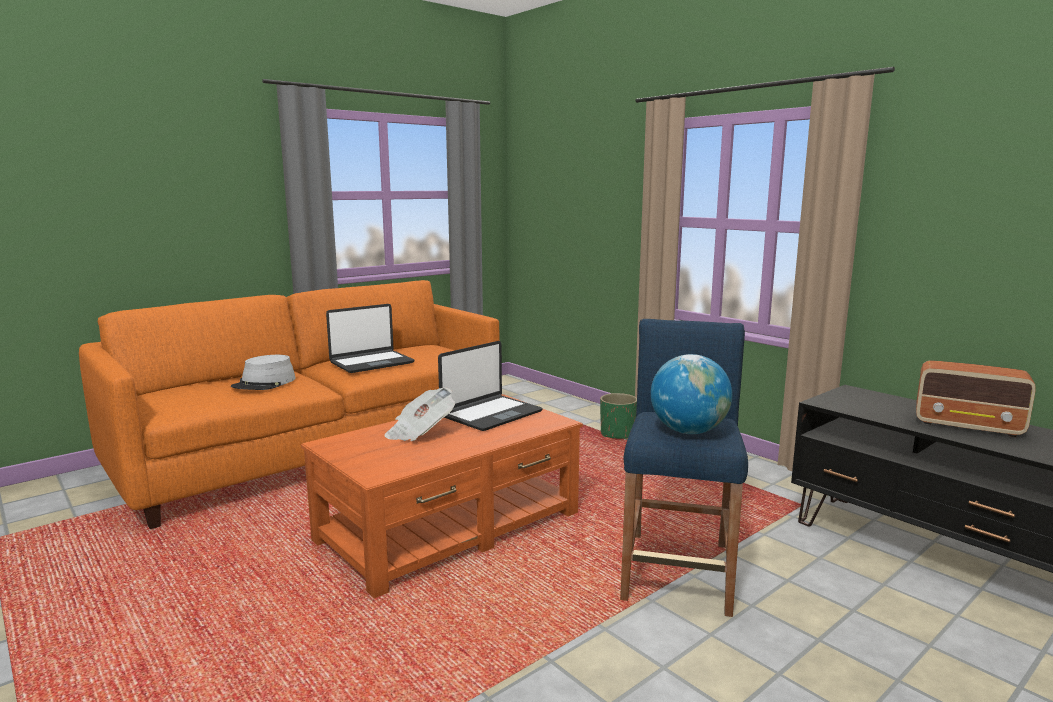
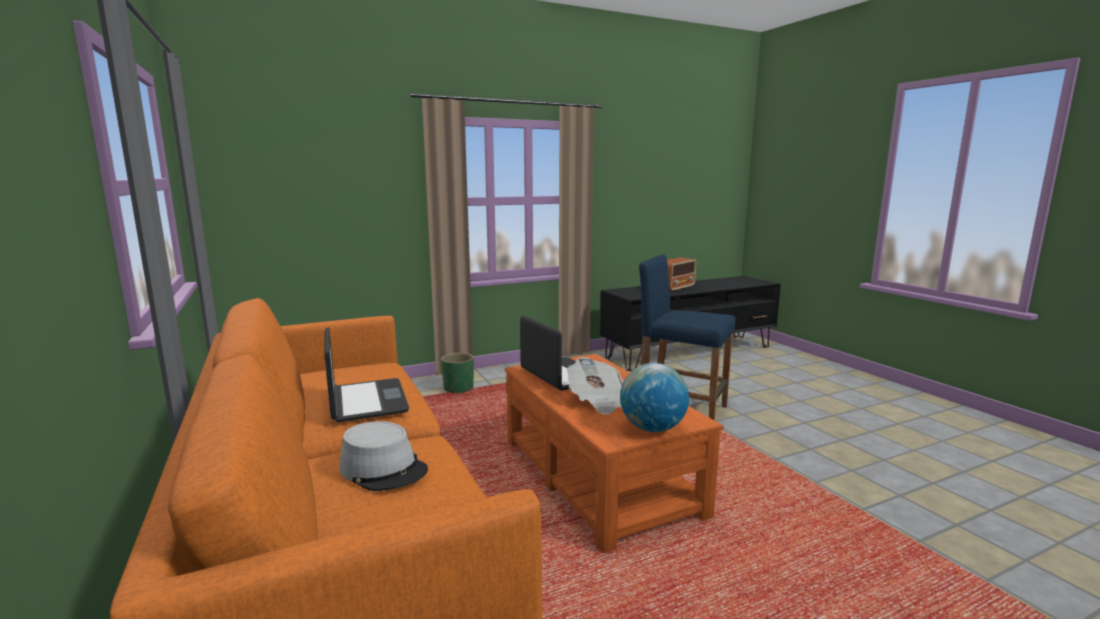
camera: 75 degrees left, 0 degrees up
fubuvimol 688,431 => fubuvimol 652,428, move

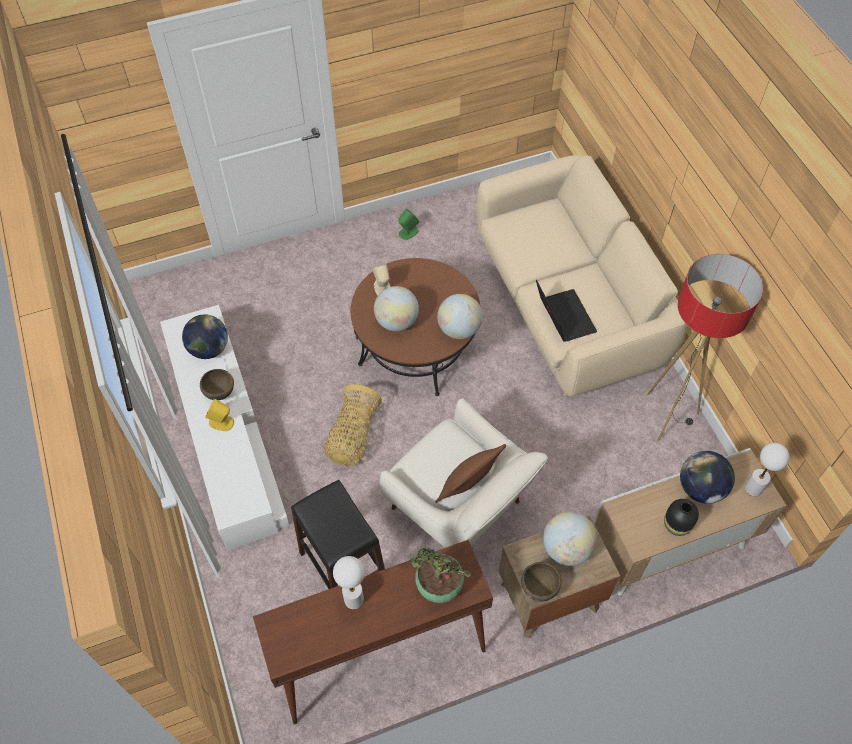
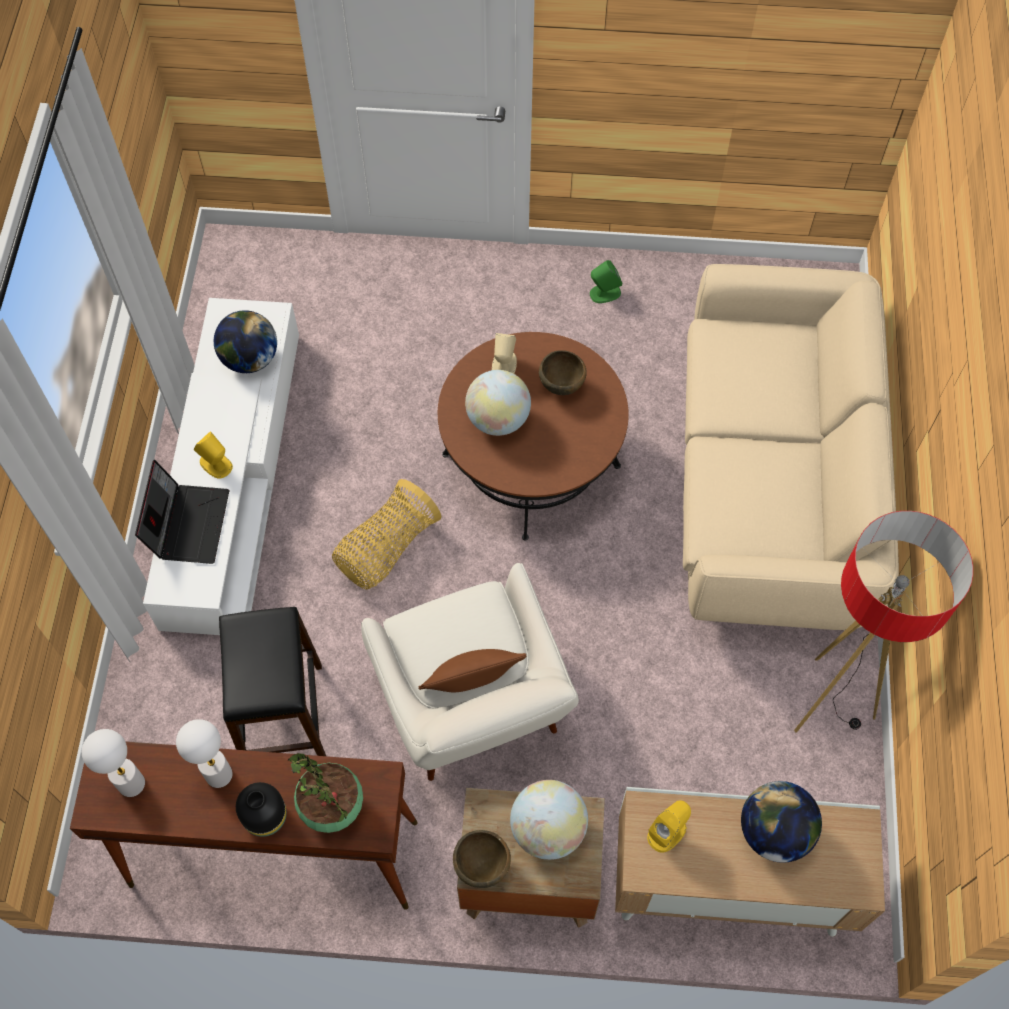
camera: 25 degrees right, 5 degrees up
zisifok 563,317 => zisifok 188,523, move
fubuvimol 459,329 => nothing
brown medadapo 220,393 => brown medadapo 562,386, move
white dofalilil 753,488 => white dofalilil 131,784, move
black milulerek 677,524 => black milulerek 267,816, move
nothing => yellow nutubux 667,832

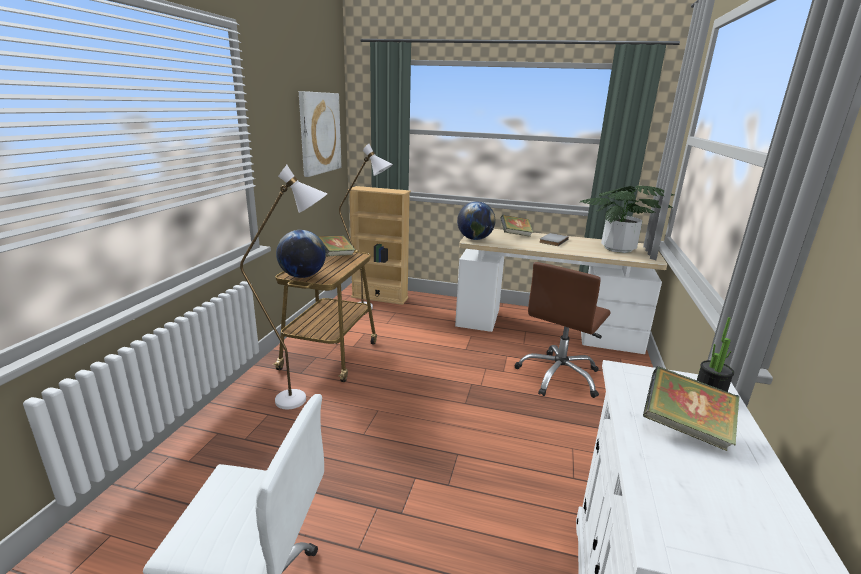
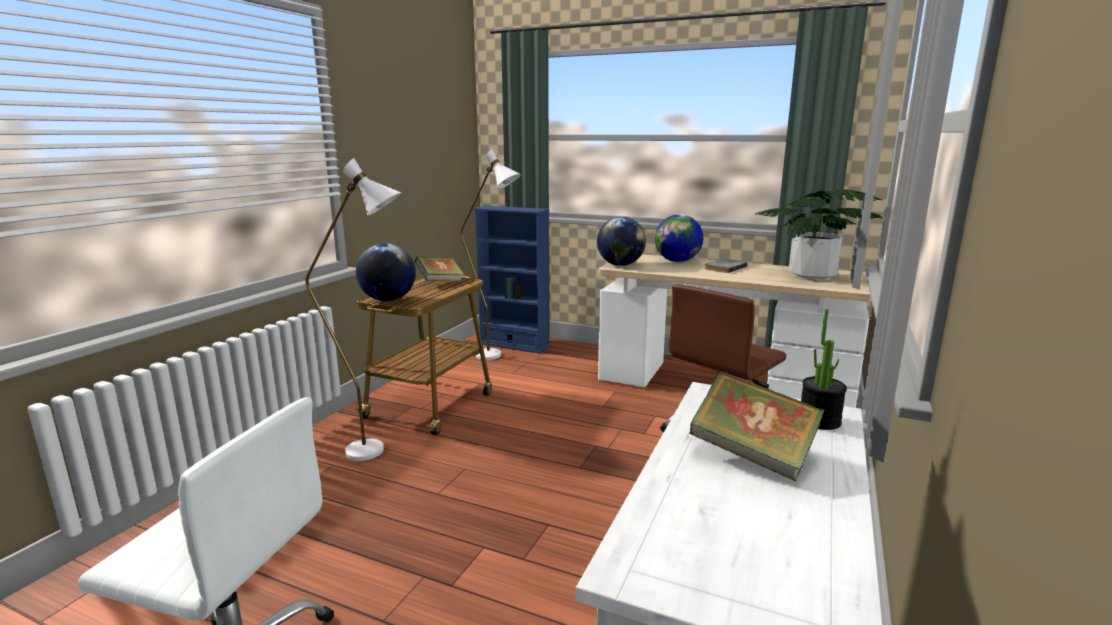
camera: 10 degrees right, 5 degrees down
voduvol 319,133 => nothing
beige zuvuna 380,297 => blue zuvuna 514,345
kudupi 515,235 => fubuvimol 677,261

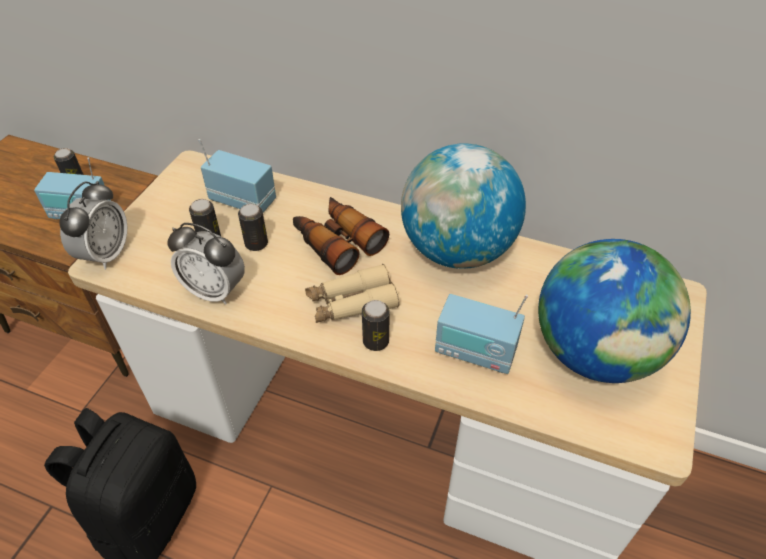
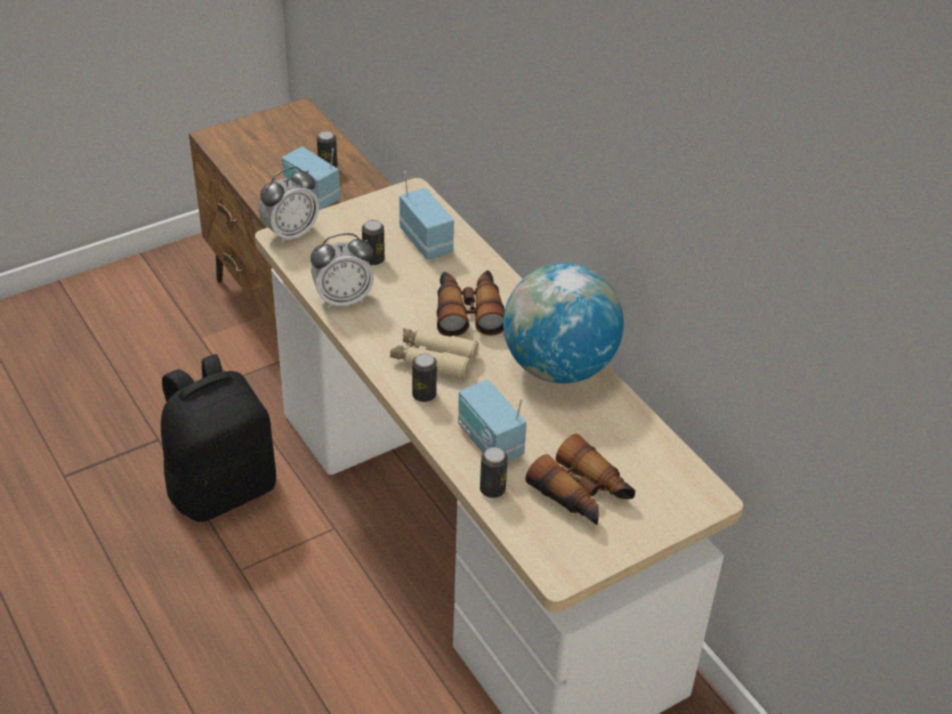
camera: 35 degrees right, 5 degrees down
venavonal 256,244 => venavonal 492,489, move
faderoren 215,291 => faderoren 343,299, 75 degrees counterclockwise
fubuvimol 594,352 => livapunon 582,494

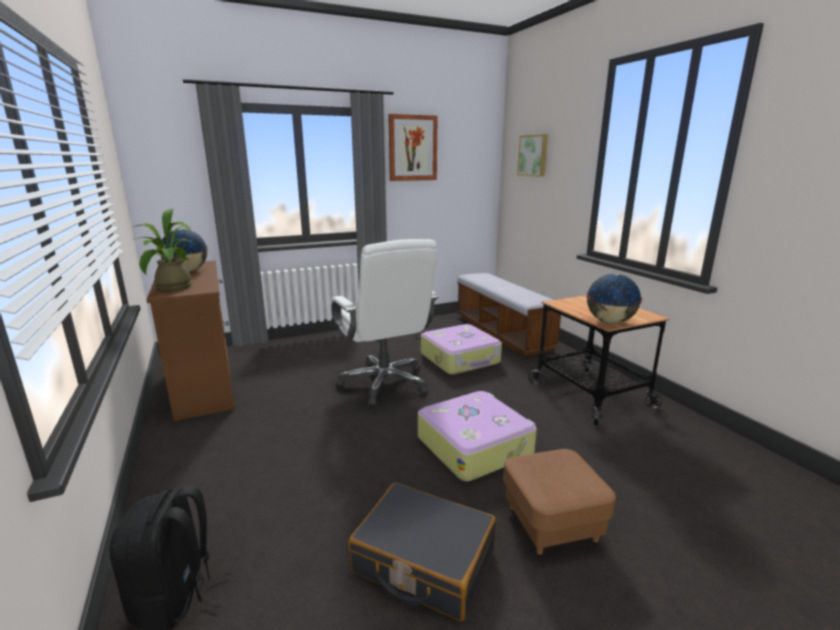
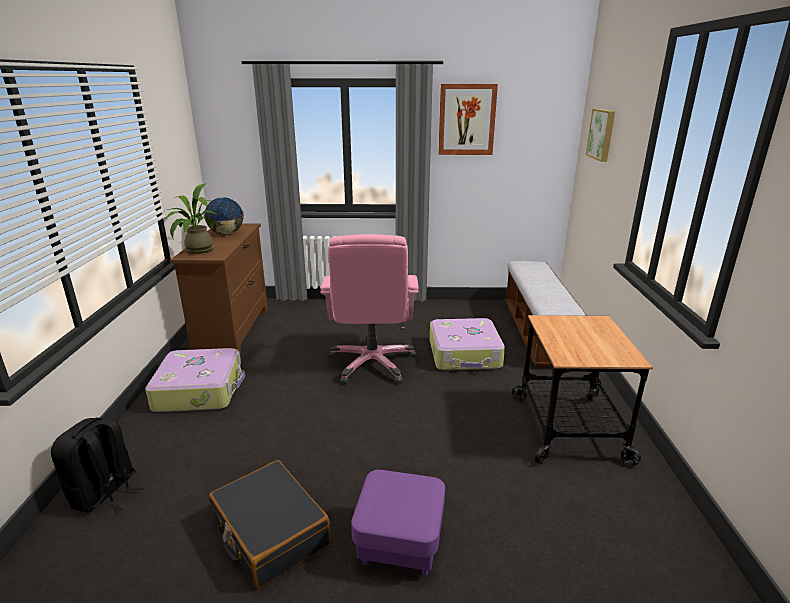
camera: 25 degrees right, 5 degrees up
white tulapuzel 385,382 => pink tulapuzel 372,363
fubuvimol 610,322 => nothing
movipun 474,445 => movipun 200,390, move
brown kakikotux 552,523 => purple kakikotux 399,543

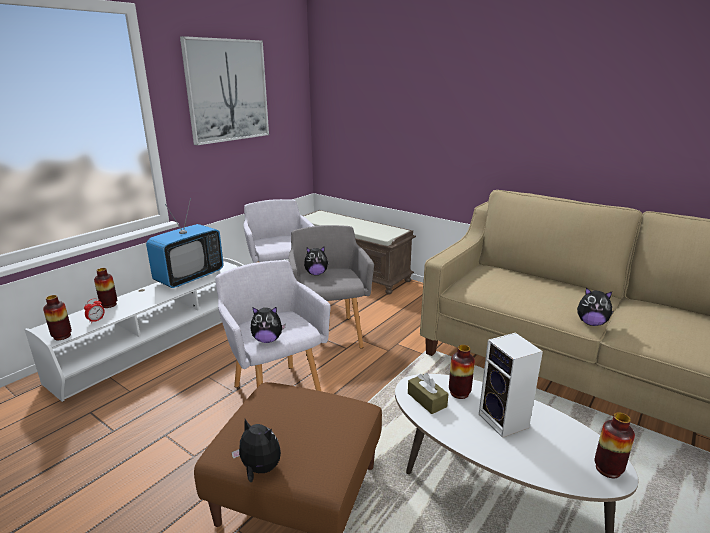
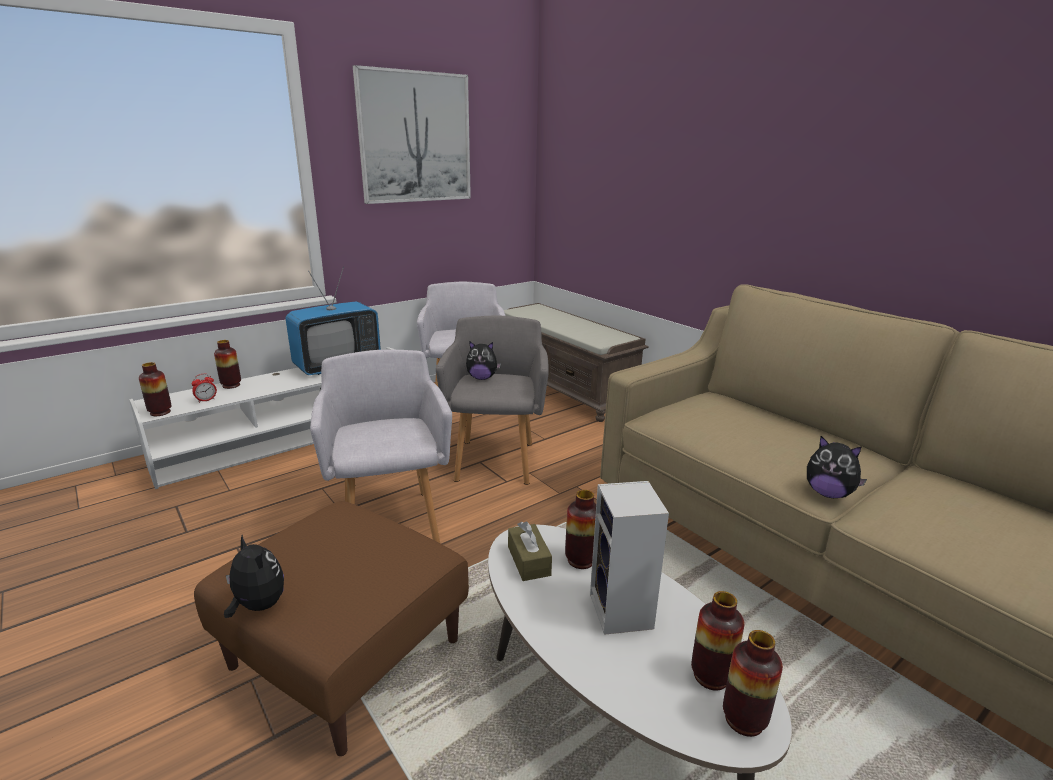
camera: 15 degrees right, 0 degrees up
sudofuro 267,340 => nothing
nothing => milulerek 711,676

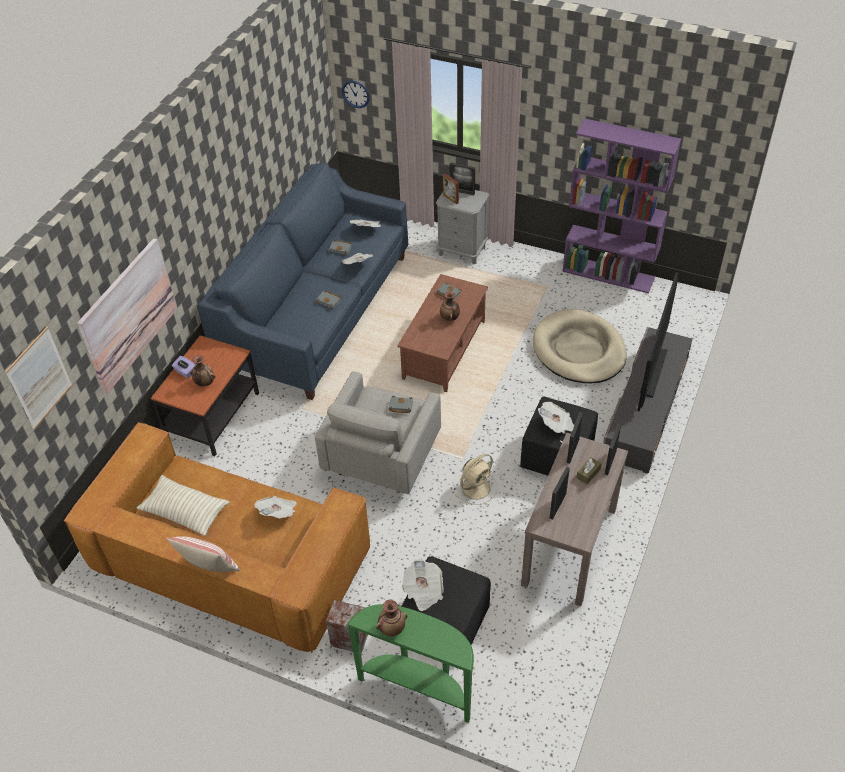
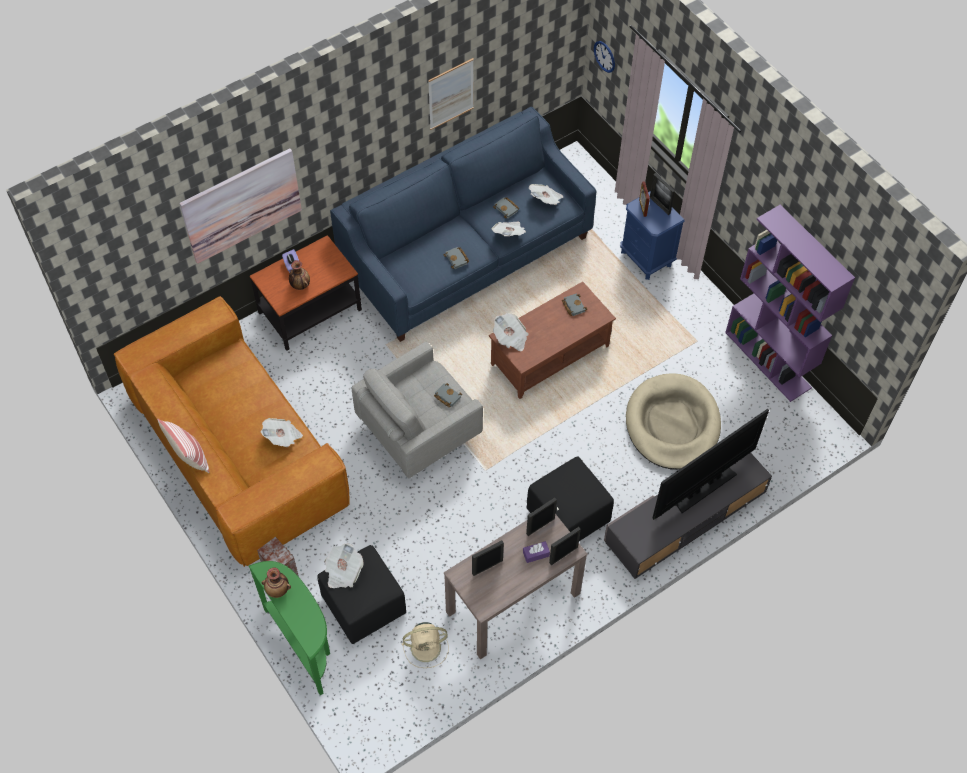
camera: 30 degrees right, 10 degrees up
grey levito 462,250 => blue levito 646,258
milulerek 450,318 => nothing
voduvol 39,378 => voduvol 451,94, move
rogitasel 556,425 => rogitasel 510,338, move
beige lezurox 477,487 => beige lezurox 427,647, move
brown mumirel 588,473 => purple mumirel 536,554
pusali 185,512 => nothing

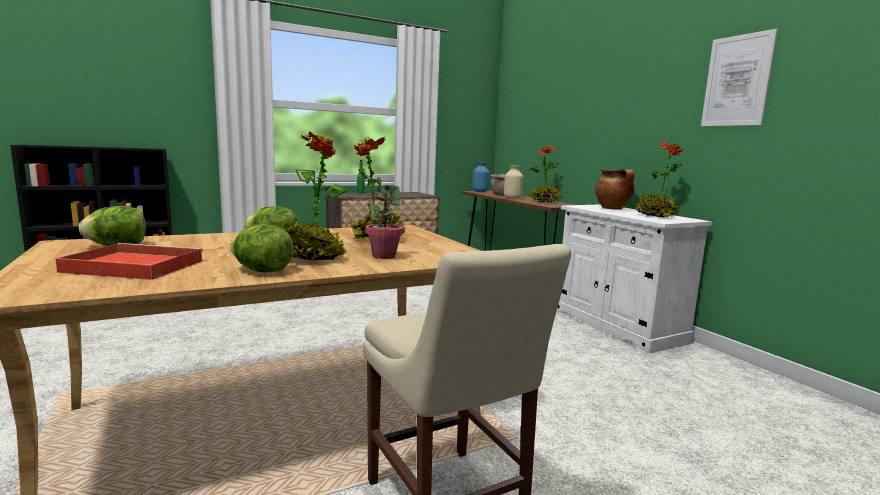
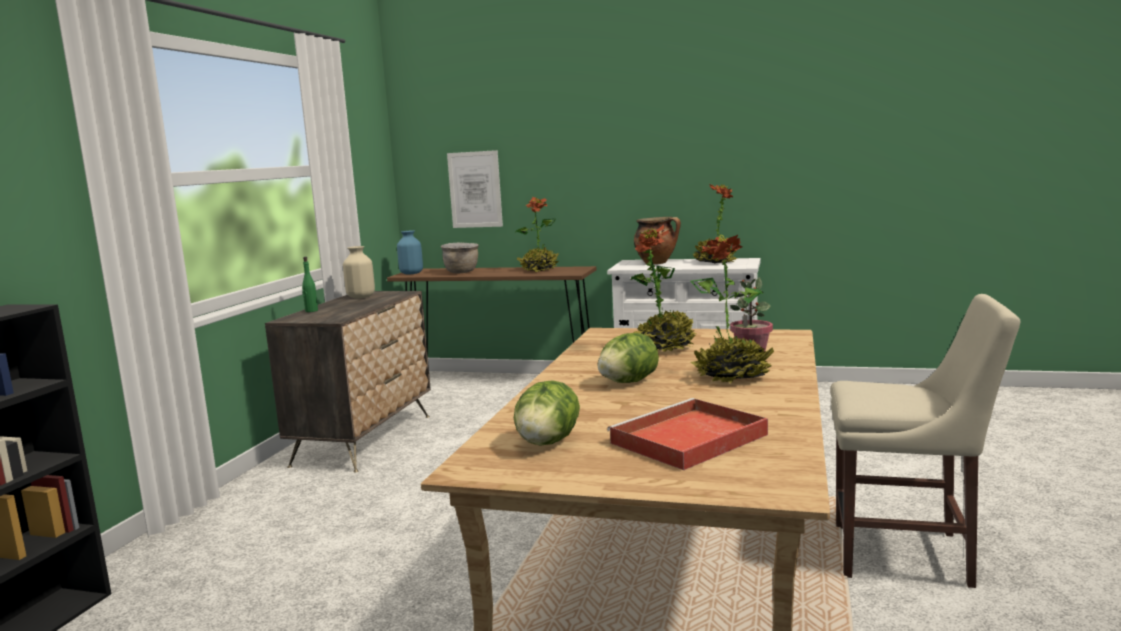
camera: 45 degrees left, 0 degrees up
voduvol 737,81 => voduvol 475,189, move
beige milulerek 512,198 => beige milulerek 361,297, move
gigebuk 262,271 => nothing

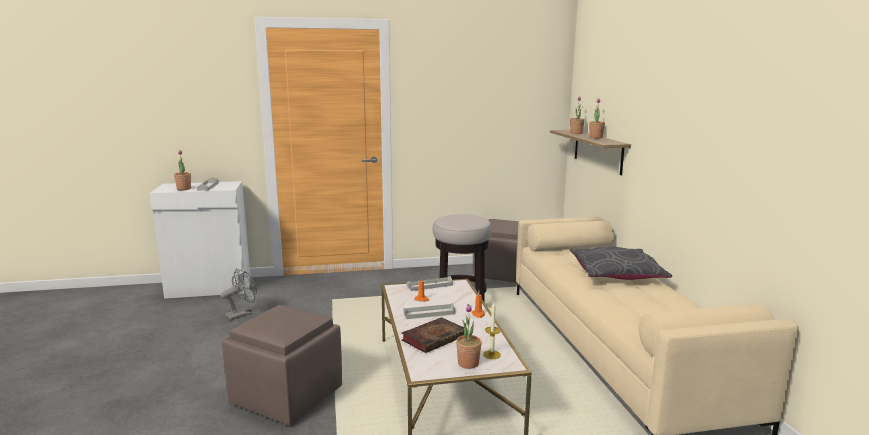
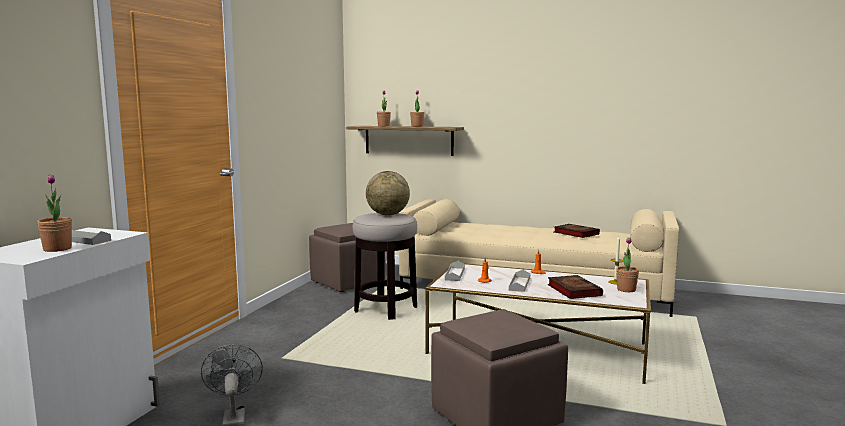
camera: 60 degrees left, 5 degrees down
grey pusali 616,273 => nothing
nothing => fubuvimol 387,214
nothing => kudupi 574,233

